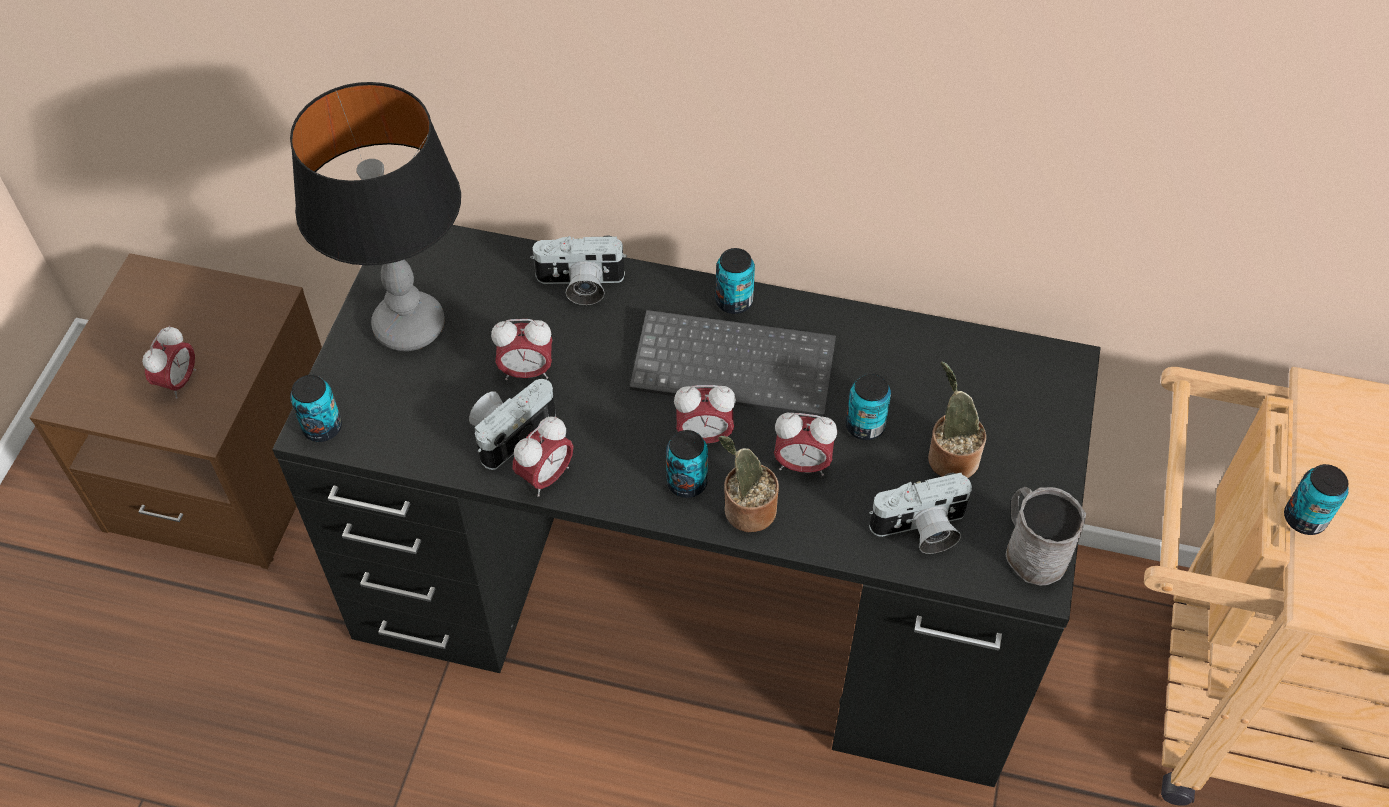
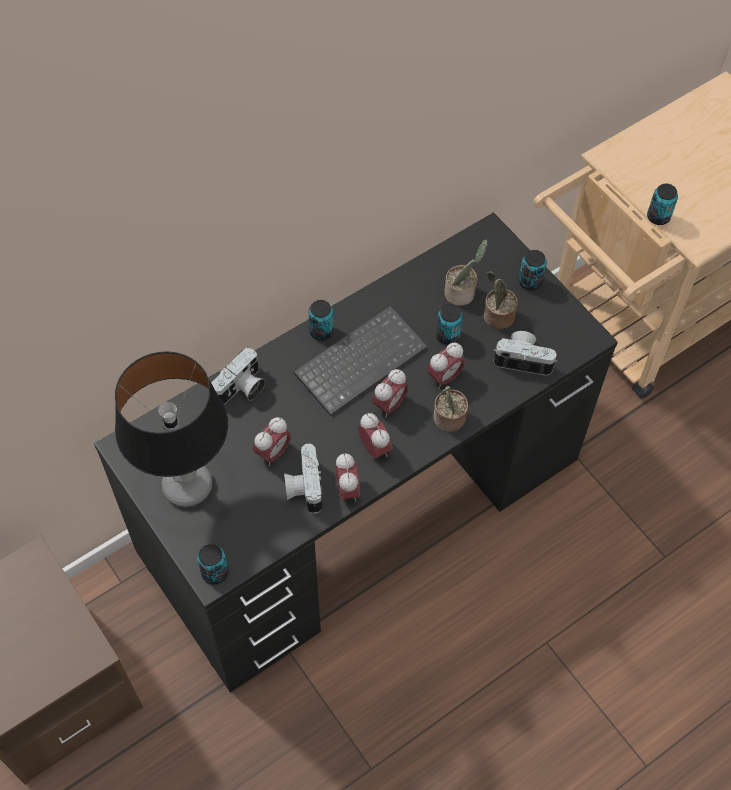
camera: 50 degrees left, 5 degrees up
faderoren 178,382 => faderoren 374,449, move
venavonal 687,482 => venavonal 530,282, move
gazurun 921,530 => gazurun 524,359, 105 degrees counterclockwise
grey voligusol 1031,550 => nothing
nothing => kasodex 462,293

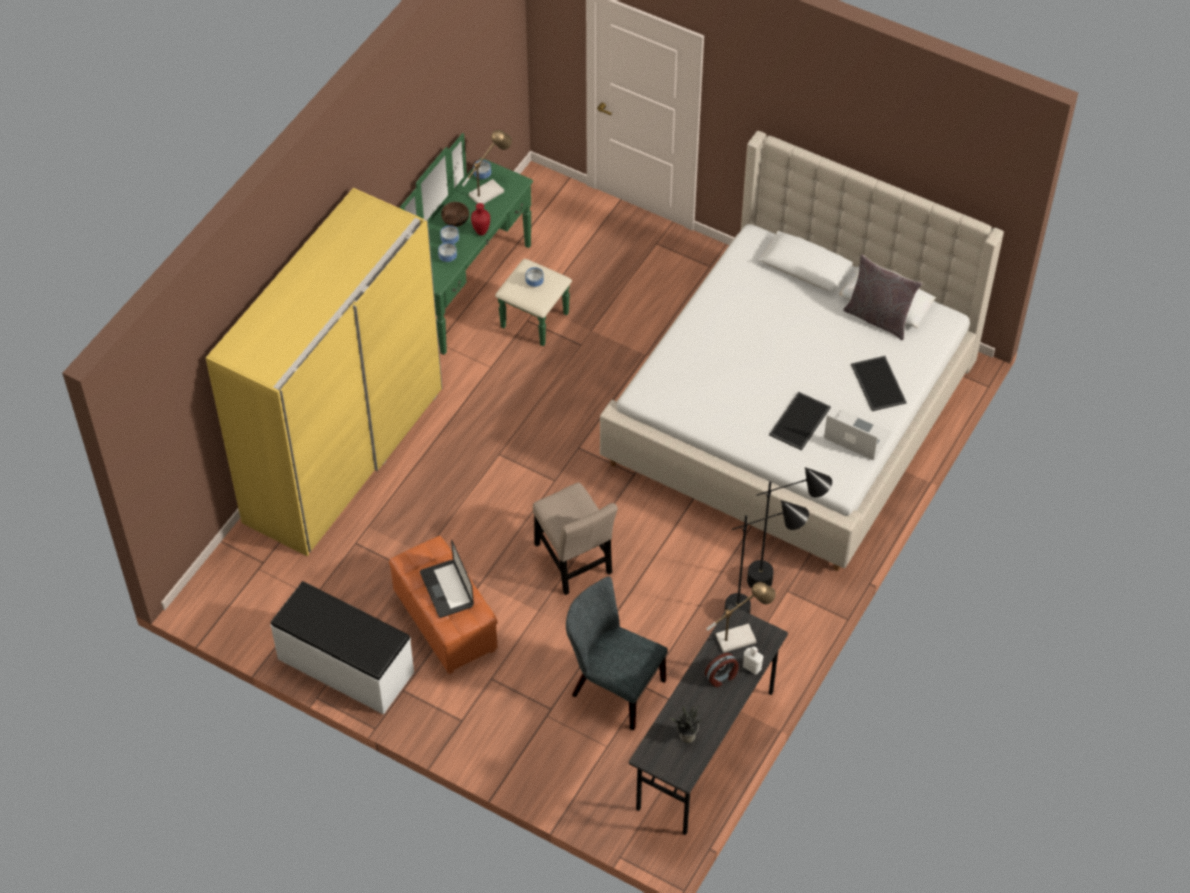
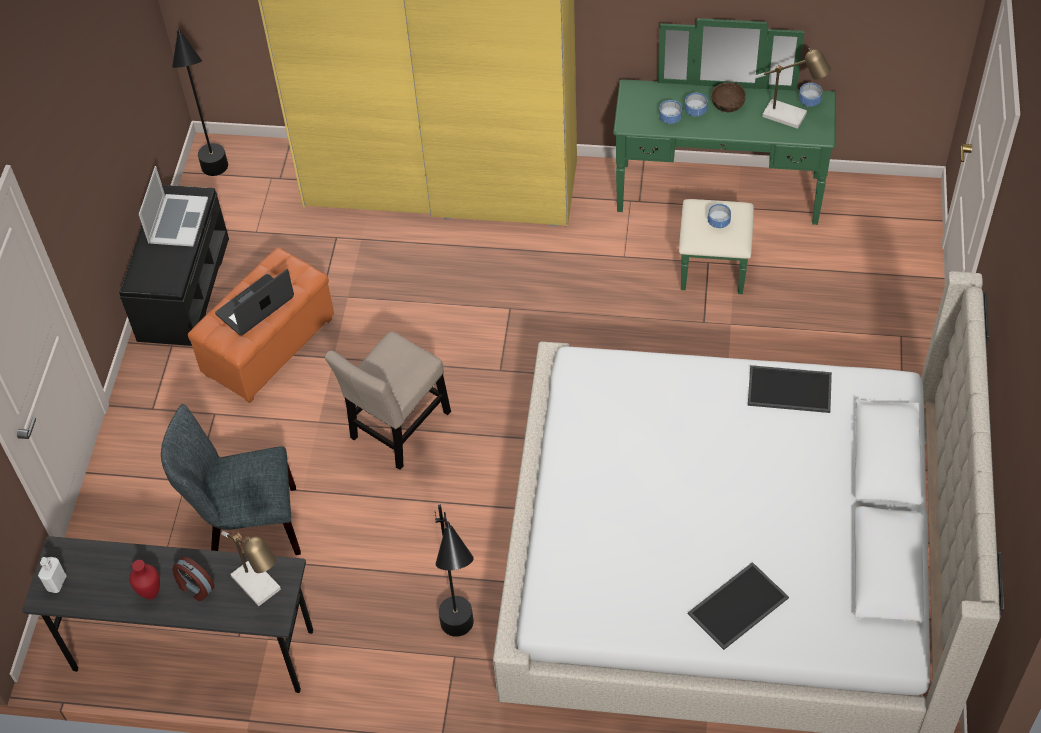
camera: 70 degrees right, 0 degrees up
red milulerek 482,232 => red milulerek 151,594, move
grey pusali 878,318 => nothing
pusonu 800,422 => pusonu 788,390, move
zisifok 857,436 => zisifok 177,220, move
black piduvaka 759,615 => black piduvaka 219,182, move
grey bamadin 612,686 => grey bamadin 246,527, 105 degrees counterclockwise
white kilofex 345,666 => black kilofex 182,289
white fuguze 752,667 => white fuguze 56,583, move
kasodex 686,736 => nothing

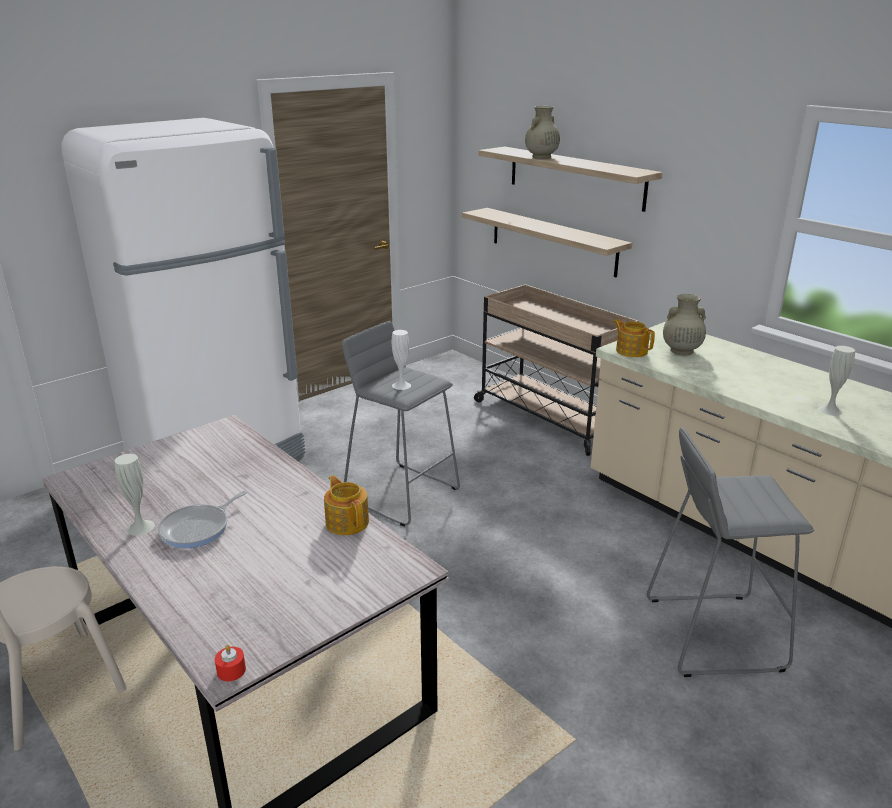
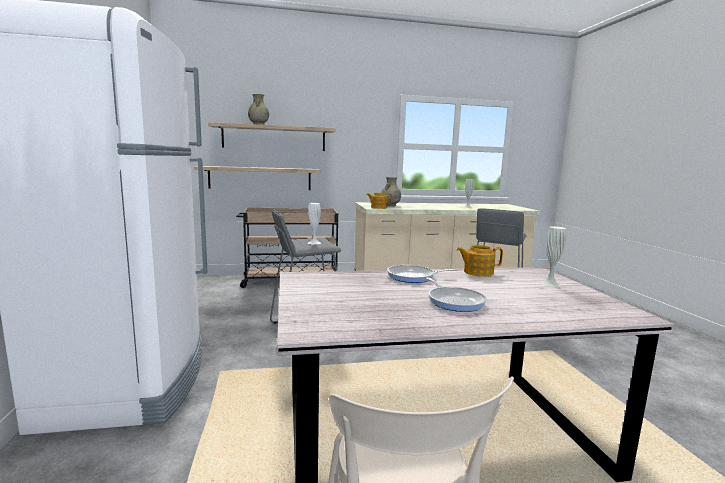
camera: 60 degrees left, 15 degrees down
white milulerek 140,527 => white milulerek 550,283, move
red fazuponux 231,670 => nothing
nothing => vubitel 413,277

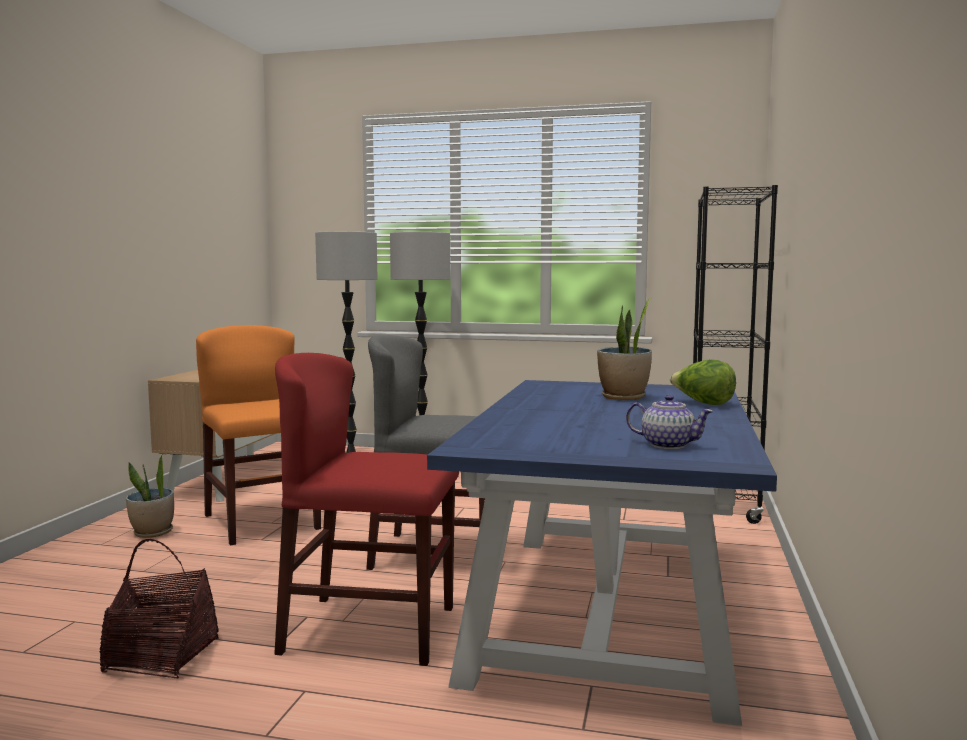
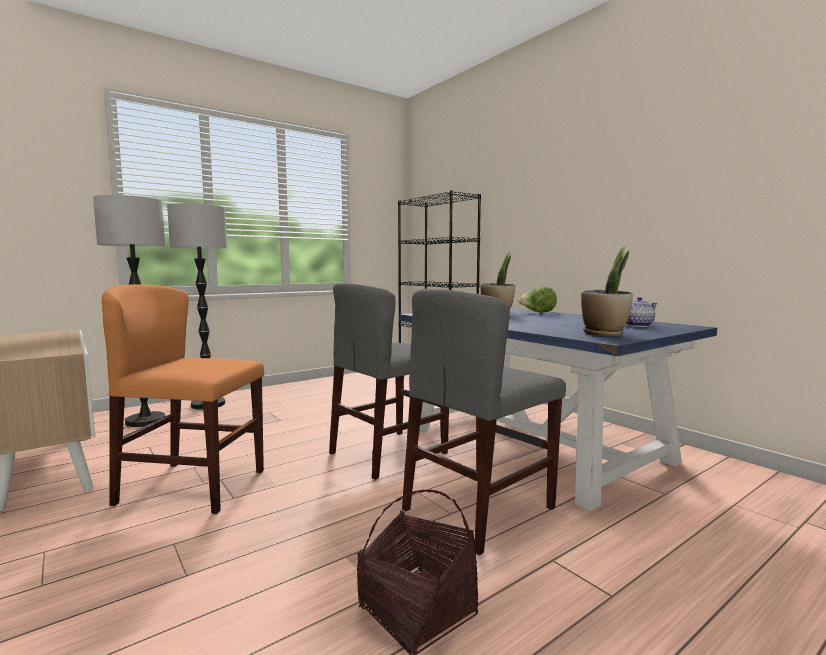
camera: 50 degrees left, 0 degrees up
red bamadin 370,629 => grey bamadin 479,508
kasodex 152,533 => kasodex 604,333, move

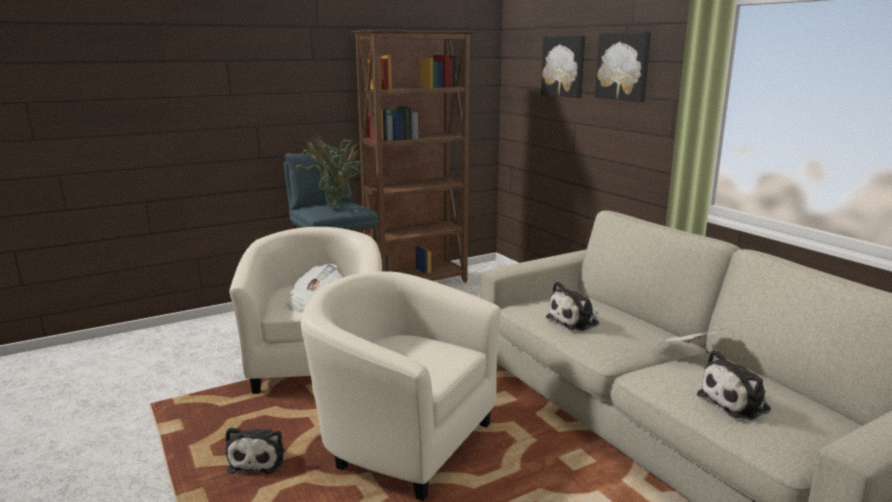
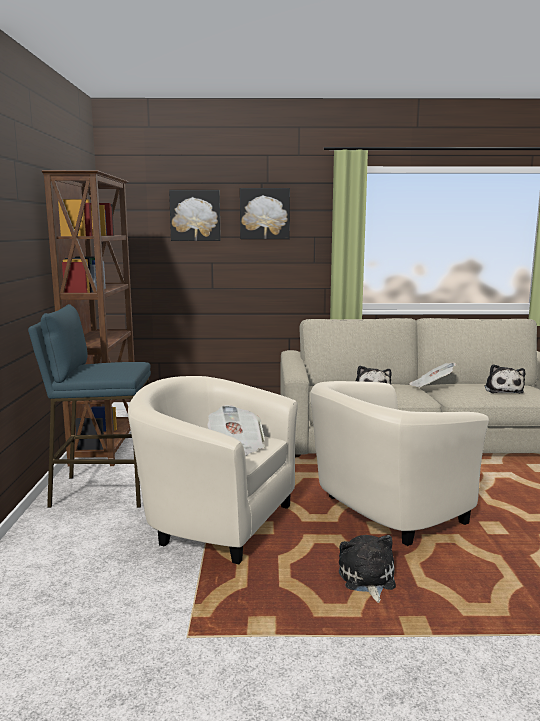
camera: 60 degrees left, 5 degrees down
kasodex 336,207 => nothing
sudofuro 259,459 => sudofuro 367,580, 120 degrees counterclockwise

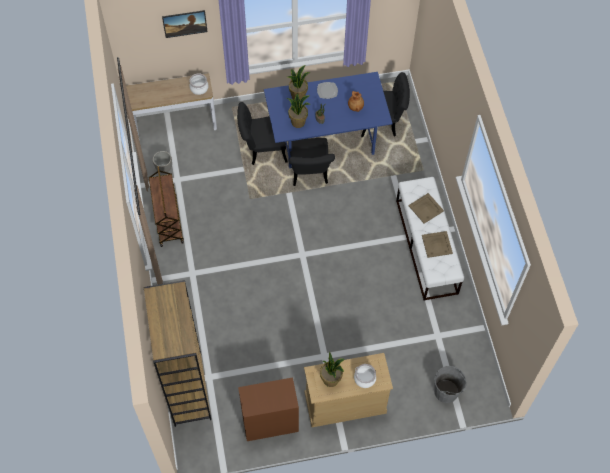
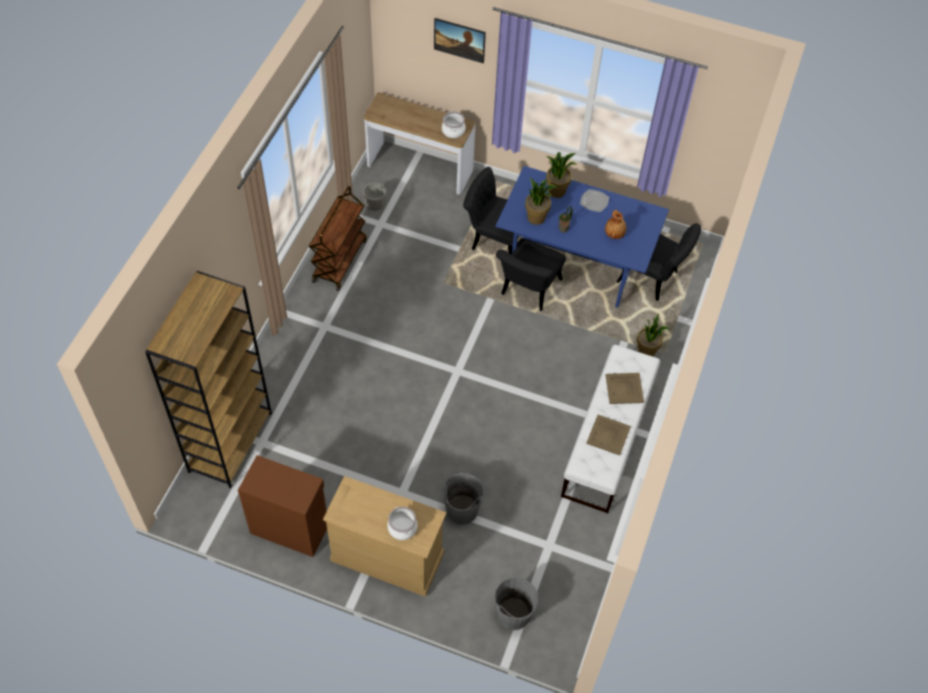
camera: 30 degrees right, 5 degrees down
kasodex 331,379 => kasodex 646,351, move
nothing => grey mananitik 462,510

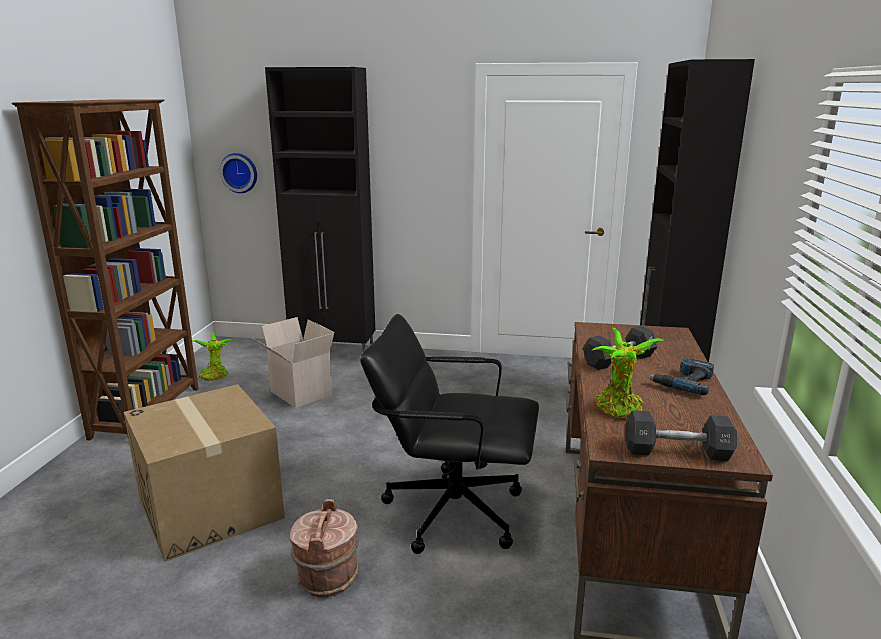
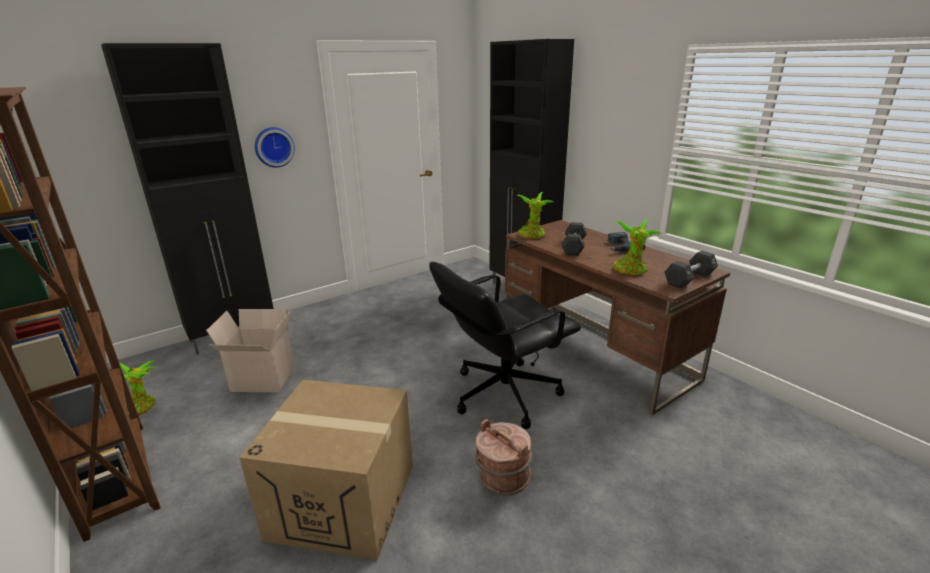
camera: 45 degrees left, 5 degrees up
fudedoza 240,172 => fudedoza 273,147, move
nothing => kasodex 532,236

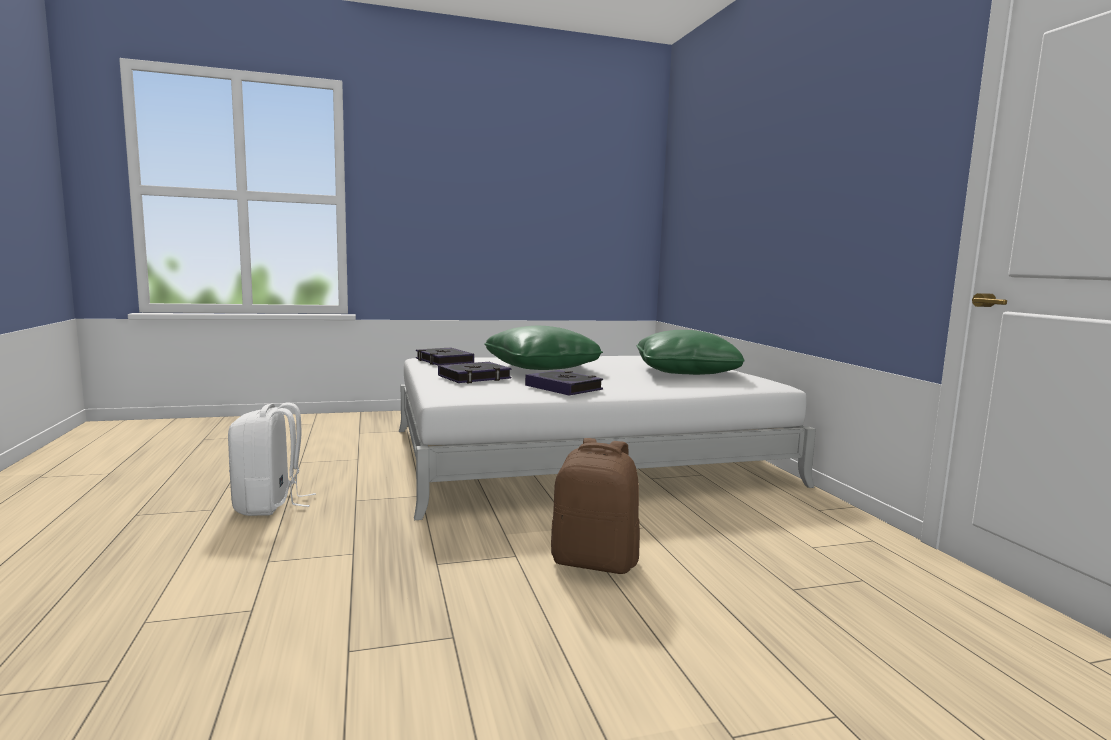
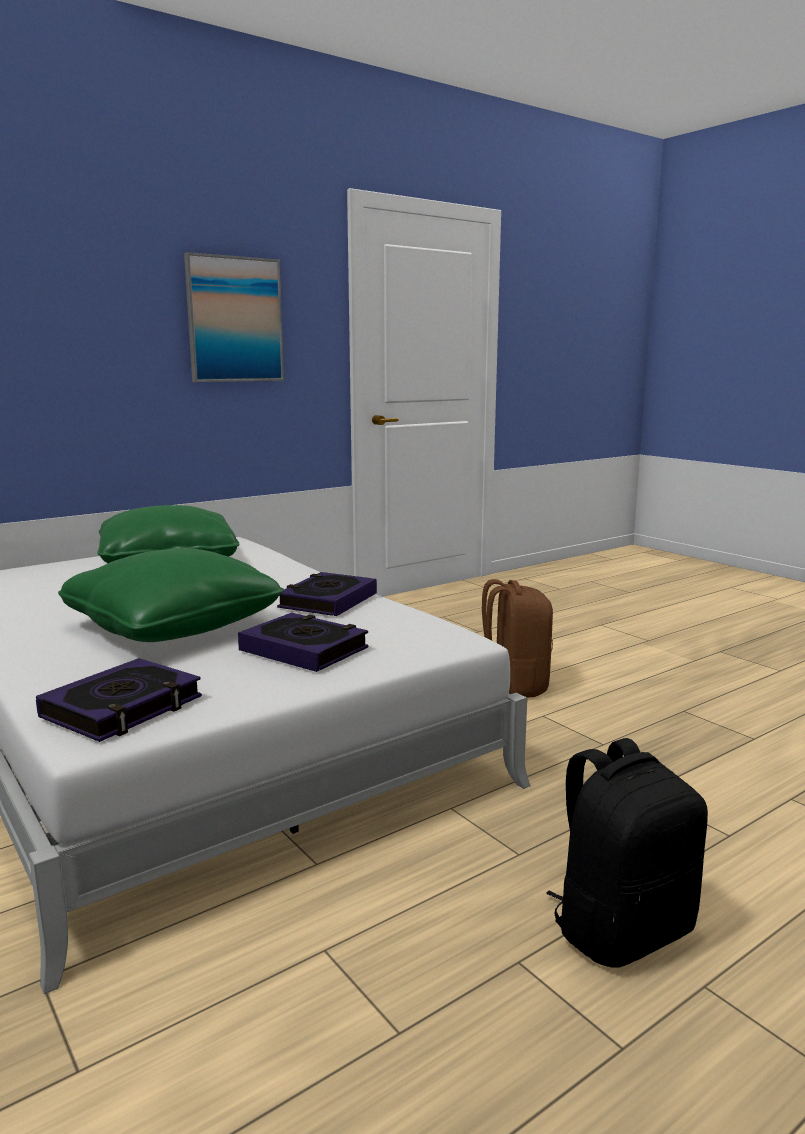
camera: 110 degrees left, 5 degrees up
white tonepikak 269,505 => black tonepikak 621,929
nothing => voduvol 234,320

